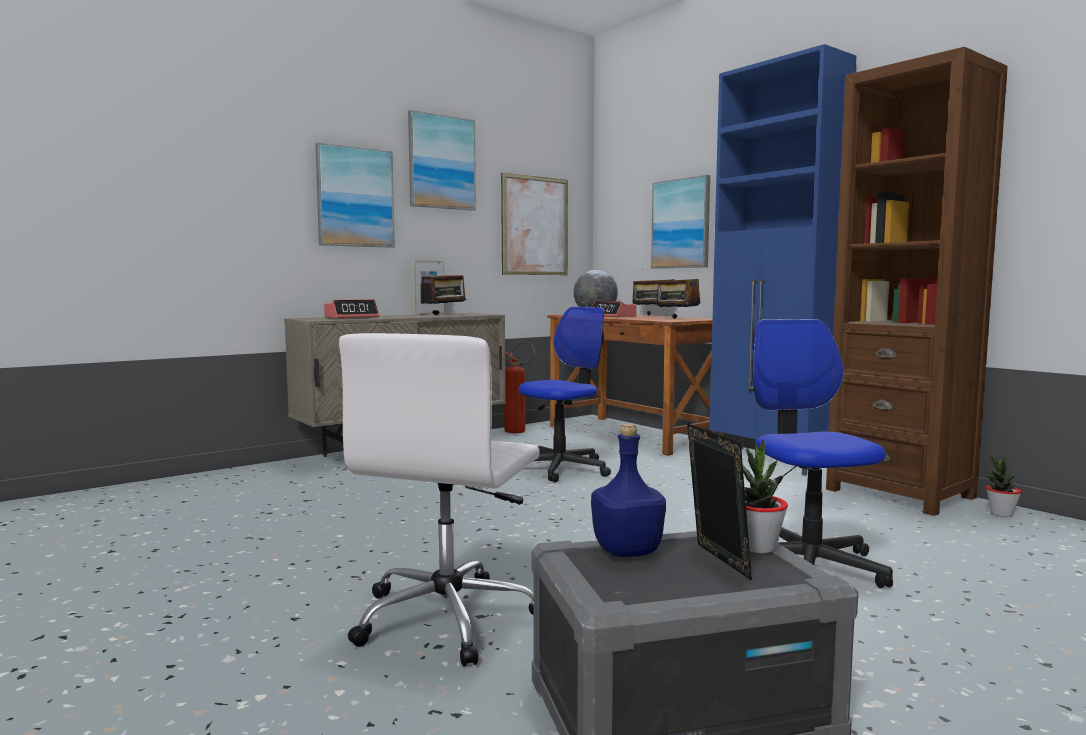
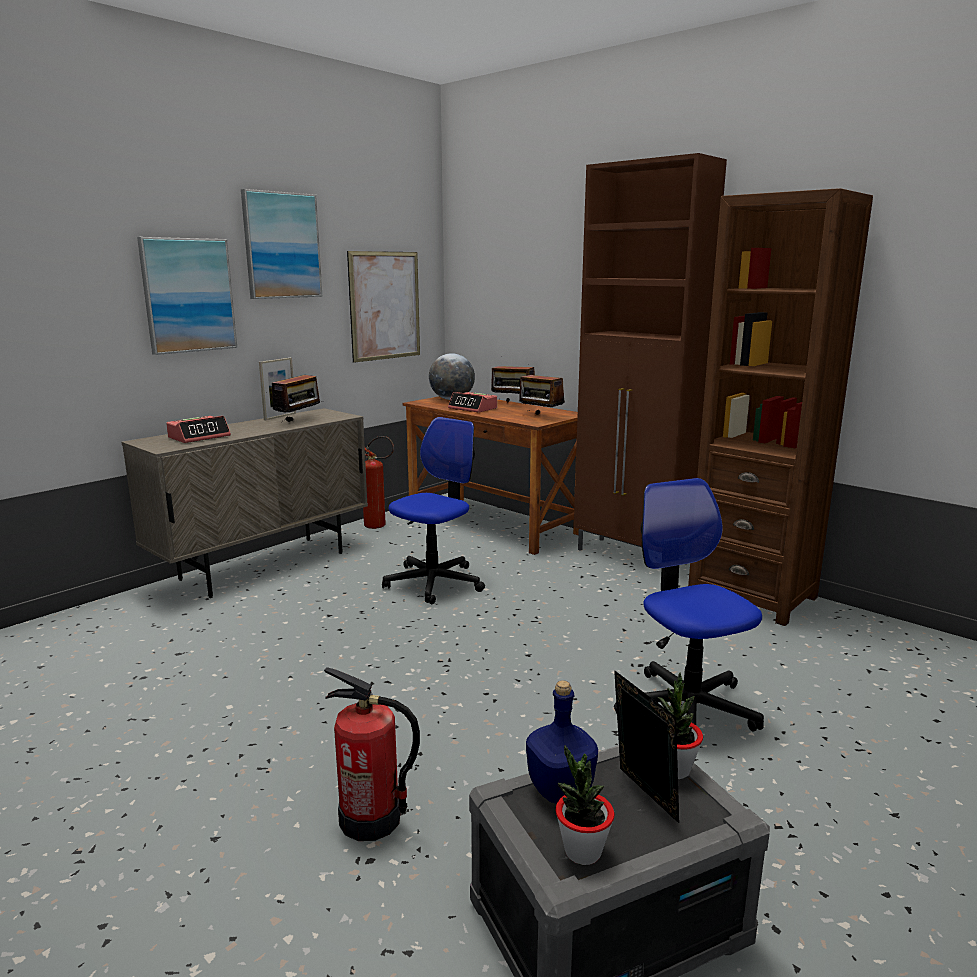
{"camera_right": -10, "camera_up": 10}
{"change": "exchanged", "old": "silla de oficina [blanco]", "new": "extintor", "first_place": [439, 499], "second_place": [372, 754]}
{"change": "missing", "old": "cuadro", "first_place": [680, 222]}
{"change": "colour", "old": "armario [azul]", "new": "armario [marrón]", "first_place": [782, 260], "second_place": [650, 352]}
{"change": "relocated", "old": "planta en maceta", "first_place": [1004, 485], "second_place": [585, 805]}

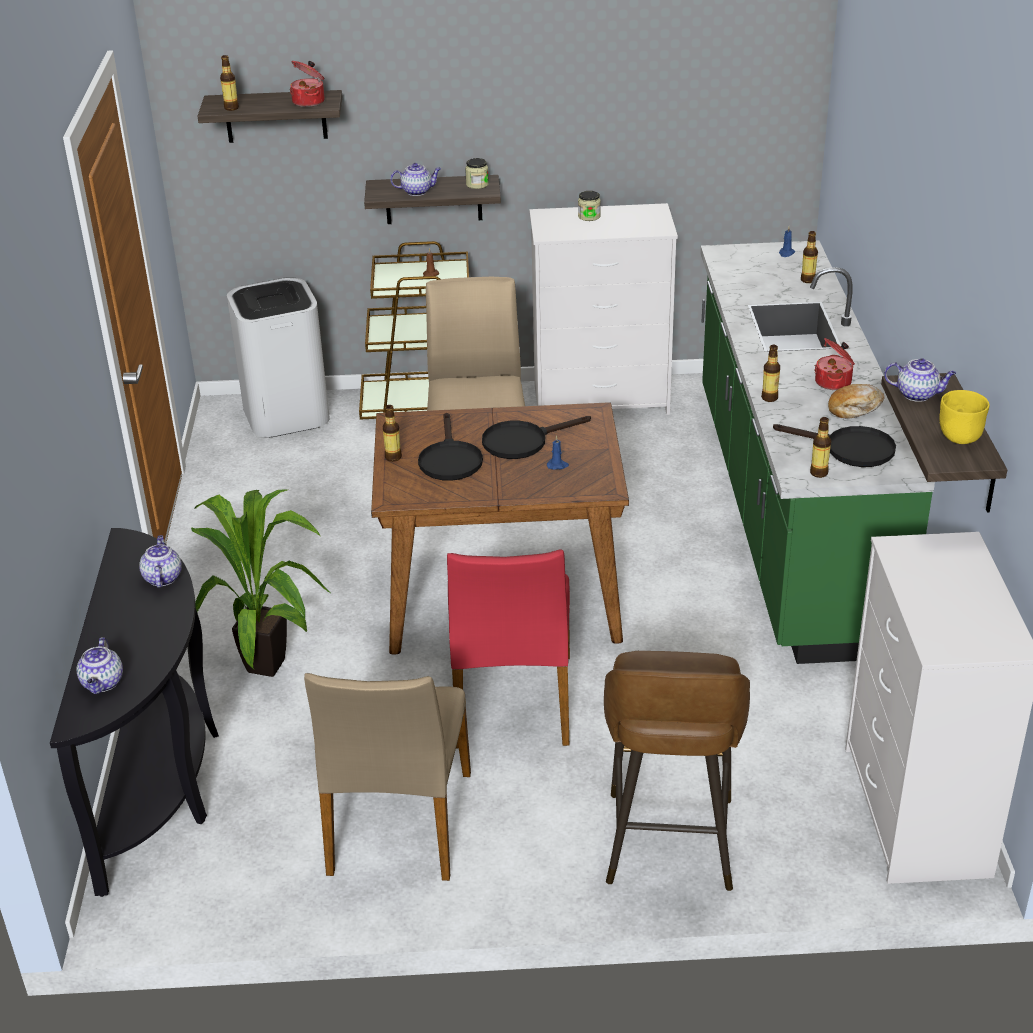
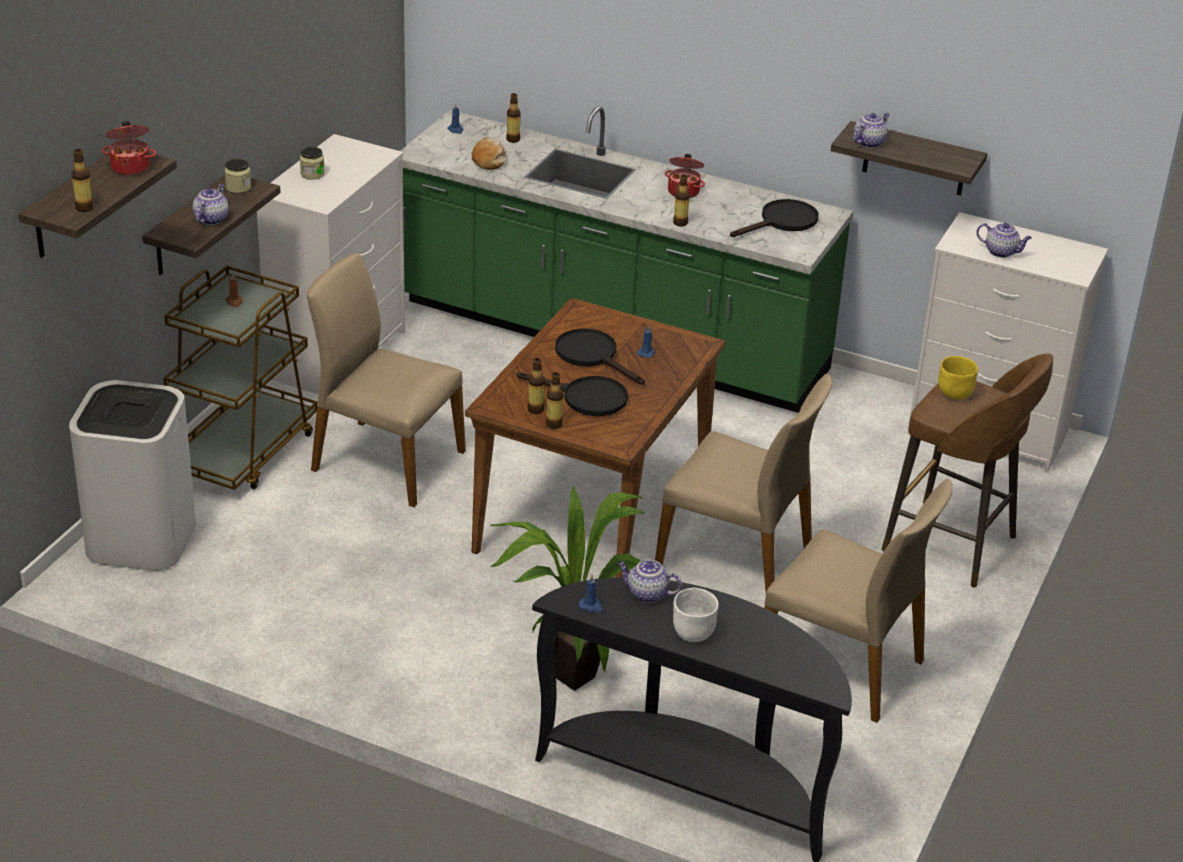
{"camera_right": -65, "camera_up": 0}
{"change": "relocated", "old": "tetera", "first_place": [100, 665], "second_place": [1004, 240]}
{"change": "colour", "old": "silla [rojo]", "new": "silla [beis]", "first_place": [508, 649], "second_place": [743, 483]}
{"change": "spun", "old": "sartén [negro]", "first_place": [536, 437], "second_place": [600, 356], "degrees": 135}
{"change": "relocated", "old": "botella", "first_place": [820, 447], "second_place": [536, 386]}
{"change": "relocated", "old": "pan", "first_place": [856, 401], "second_place": [489, 153]}
{"change": "relocated", "old": "cuenco [amarillo]", "first_place": [964, 417], "second_place": [958, 378]}
{"change": "appeared", "new": "vela [azul]", "second_place": [591, 593]}
{"change": "appeared", "new": "cuenco [blanco]", "second_place": [696, 615]}

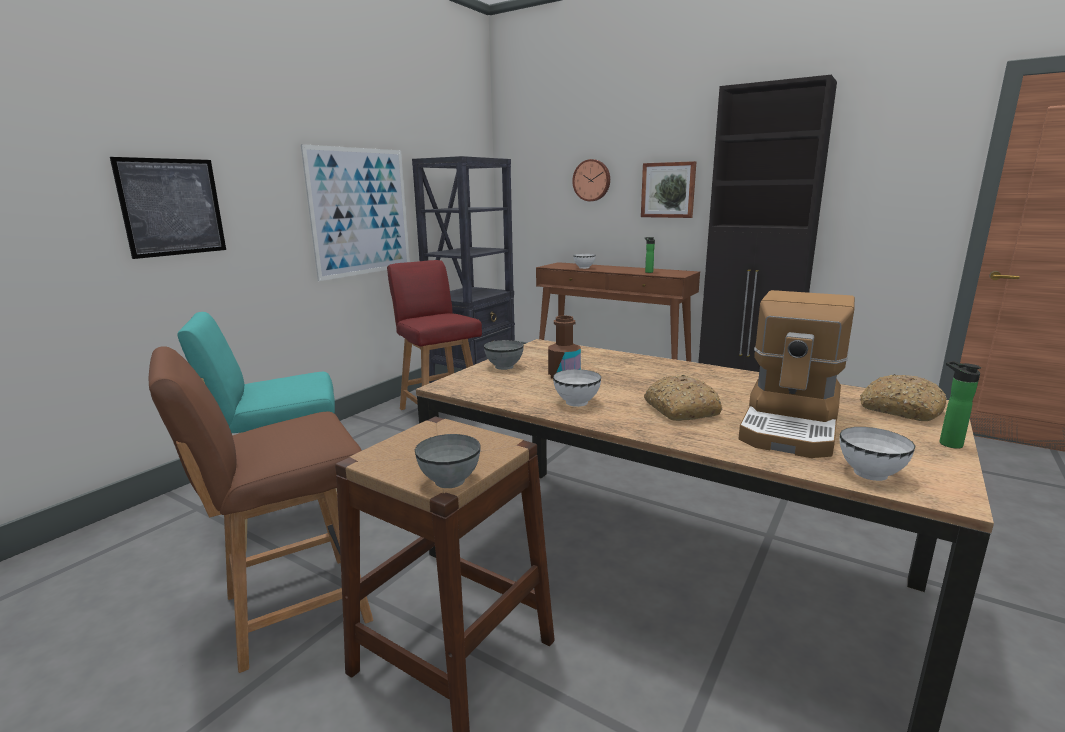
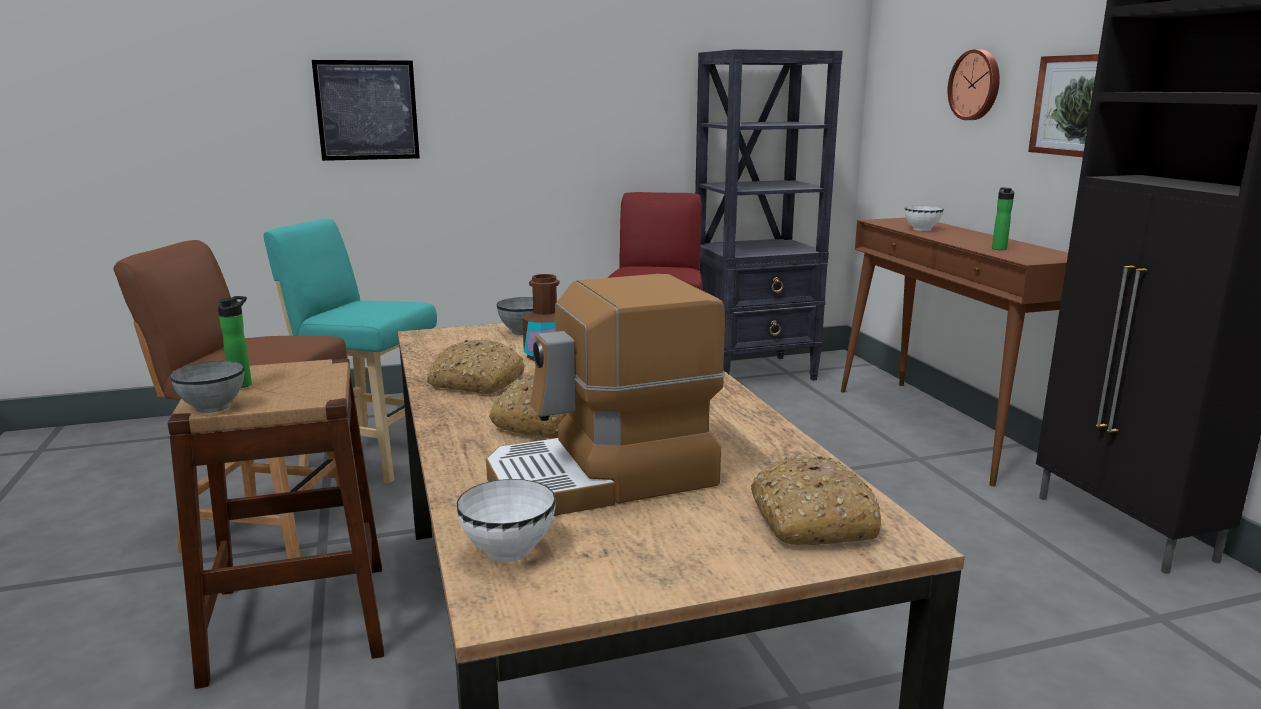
{"camera_right": 40, "camera_up": 0}
{"change": "missing", "old": "cuadro", "first_place": [355, 212]}
{"change": "exchanged", "old": "cuenco [blanco]", "new": "pan", "first_place": [577, 388], "second_place": [476, 367]}
{"change": "relocated", "old": "botella", "first_place": [960, 405], "second_place": [235, 342]}

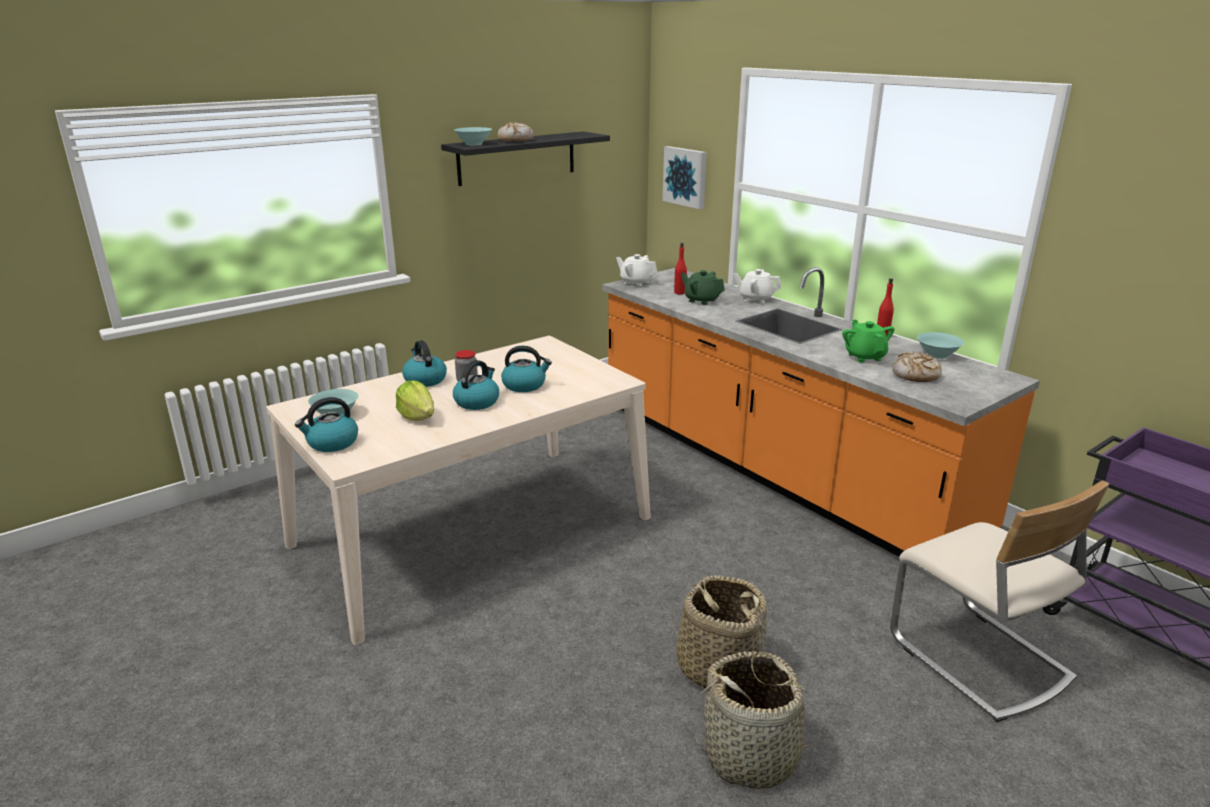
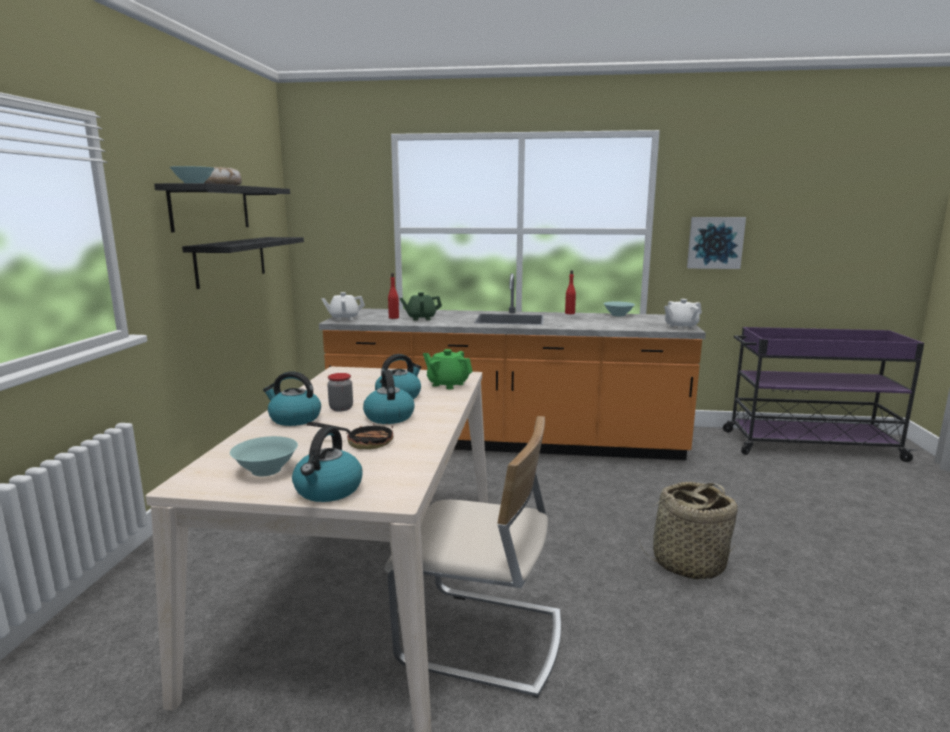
{"camera_right": -45, "camera_up": -10}
{"change": "exchanged", "old": "lechuga", "new": "sartén", "first_place": [415, 400], "second_place": [350, 435]}
{"change": "relocated", "old": "cuadro", "first_place": [685, 177], "second_place": [716, 243]}
{"change": "missing", "old": "cesta", "first_place": [760, 720]}
{"change": "relocated", "old": "tetera [blanco]", "first_place": [757, 286], "second_place": [683, 314]}
{"change": "relocated", "old": "tetera [verde]", "first_place": [868, 341], "second_place": [448, 369]}
{"change": "relocated", "old": "silla [beis]", "first_place": [999, 601], "second_place": [473, 557]}
{"change": "missing", "old": "pan", "first_place": [917, 367]}
{"change": "appeared", "new": "estante [negro]", "second_place": [243, 263]}

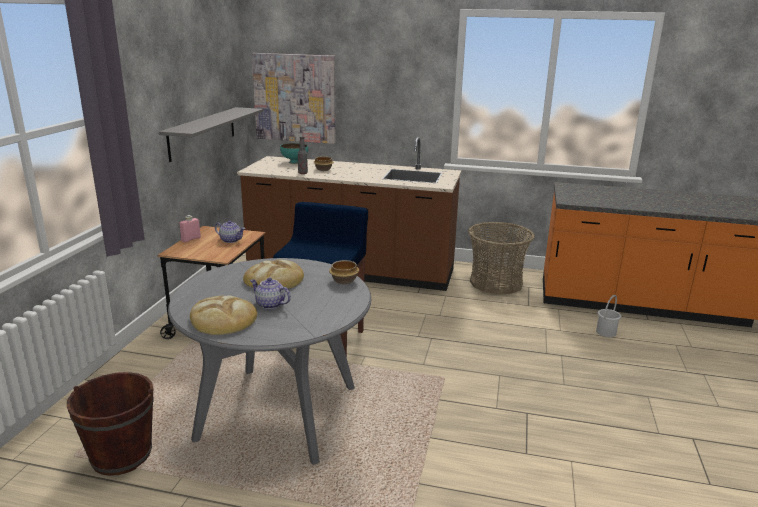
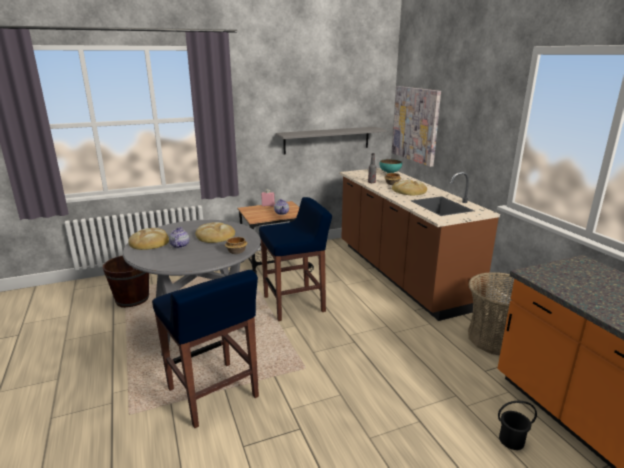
{"camera_right": 55, "camera_up": 0}
{"change": "colour", "old": "cubo [blanco]", "new": "cubo [negro]", "first_place": [608, 316], "second_place": [517, 425]}
{"change": "appeared", "new": "taburete [azul]", "second_place": [205, 349]}
{"change": "appeared", "new": "pan", "second_place": [409, 188]}

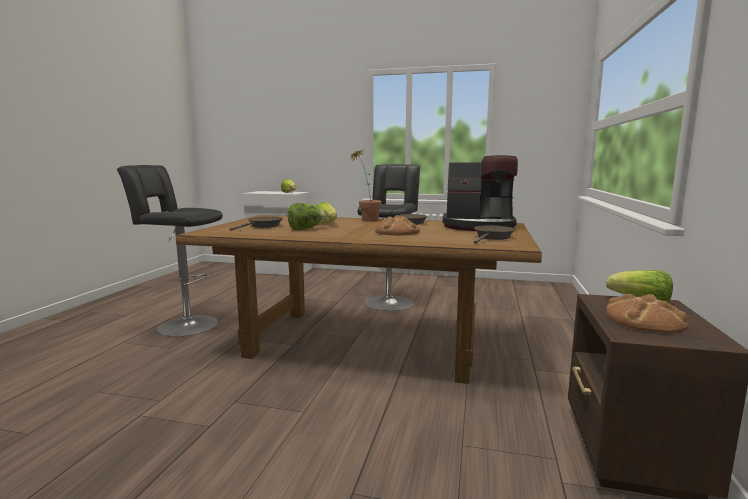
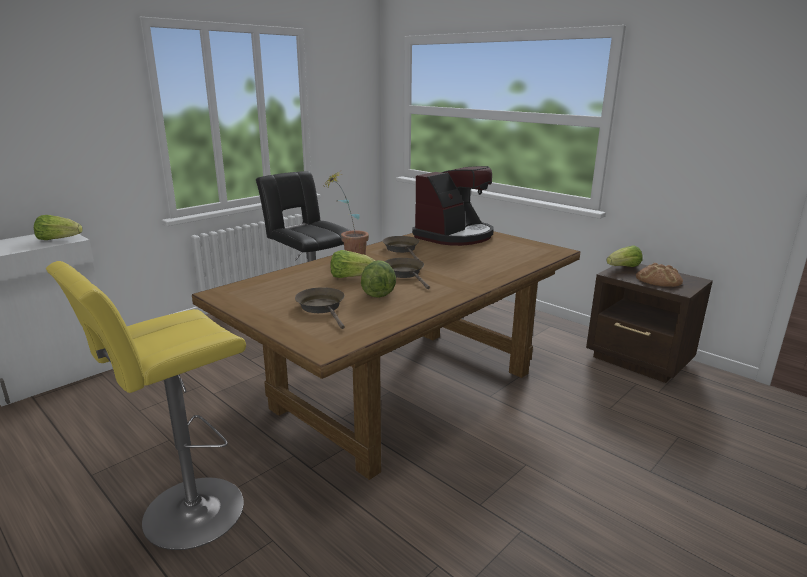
{"camera_right": -60, "camera_up": 10}
{"change": "colour", "old": "taburete [negro]", "new": "taburete [amarillo]", "first_place": [170, 251], "second_place": [146, 405]}
{"change": "missing", "old": "pan", "first_place": [397, 225]}
{"change": "relocated", "old": "sartén [marrón]", "first_place": [495, 235], "second_place": [407, 273]}

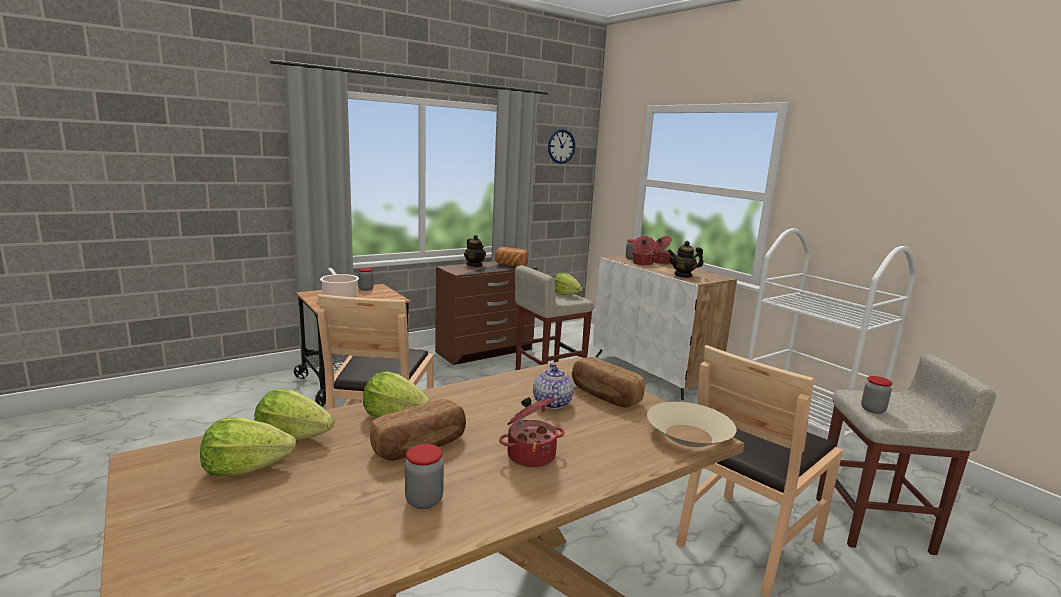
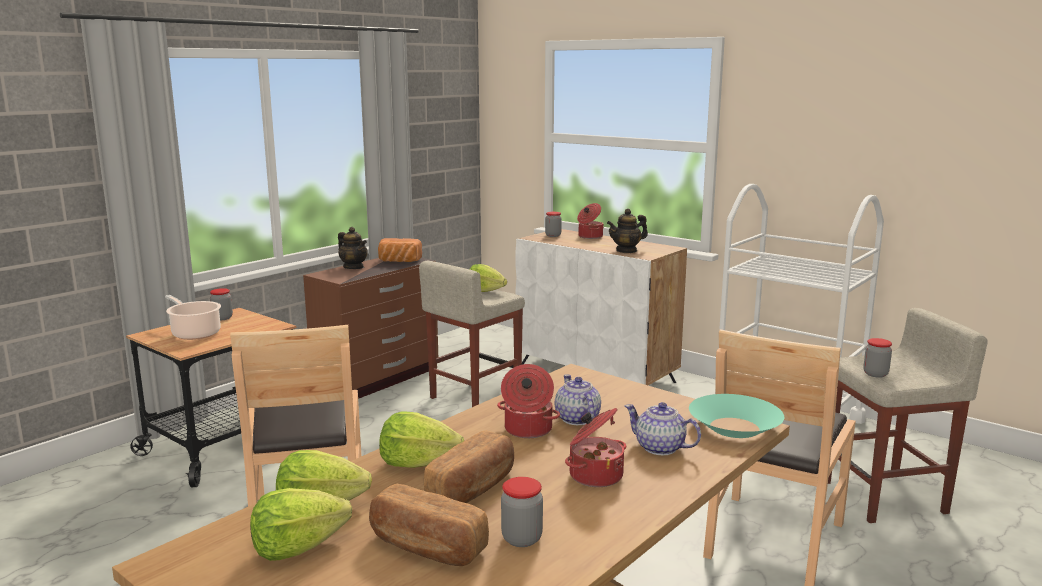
{"camera_right": -15, "camera_up": 0}
{"change": "missing", "old": "reloj de pared", "first_place": [561, 146]}
{"change": "relocated", "old": "pan", "first_place": [608, 382], "second_place": [429, 525]}
{"change": "relocated", "old": "olla", "first_place": [644, 251], "second_place": [528, 401]}
{"change": "colour", "old": "cuenco [beis]", "new": "cuenco [turquesa]", "first_place": [691, 424], "second_place": [736, 416]}
{"change": "appeared", "new": "tetera", "second_place": [662, 428]}

